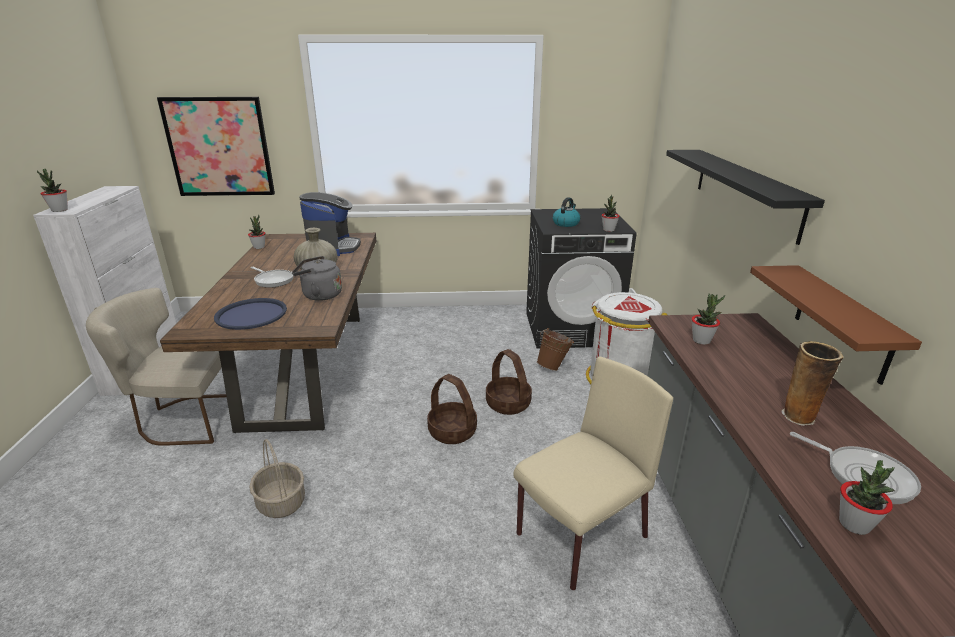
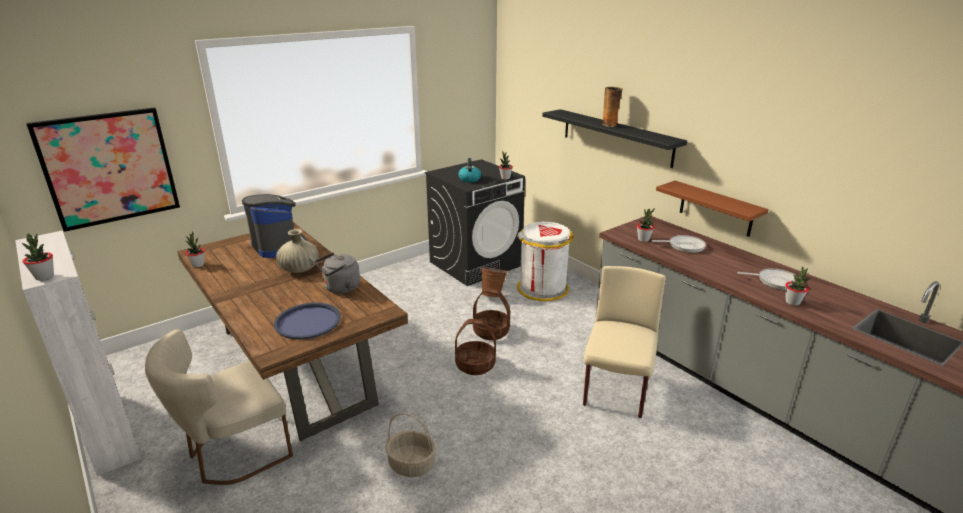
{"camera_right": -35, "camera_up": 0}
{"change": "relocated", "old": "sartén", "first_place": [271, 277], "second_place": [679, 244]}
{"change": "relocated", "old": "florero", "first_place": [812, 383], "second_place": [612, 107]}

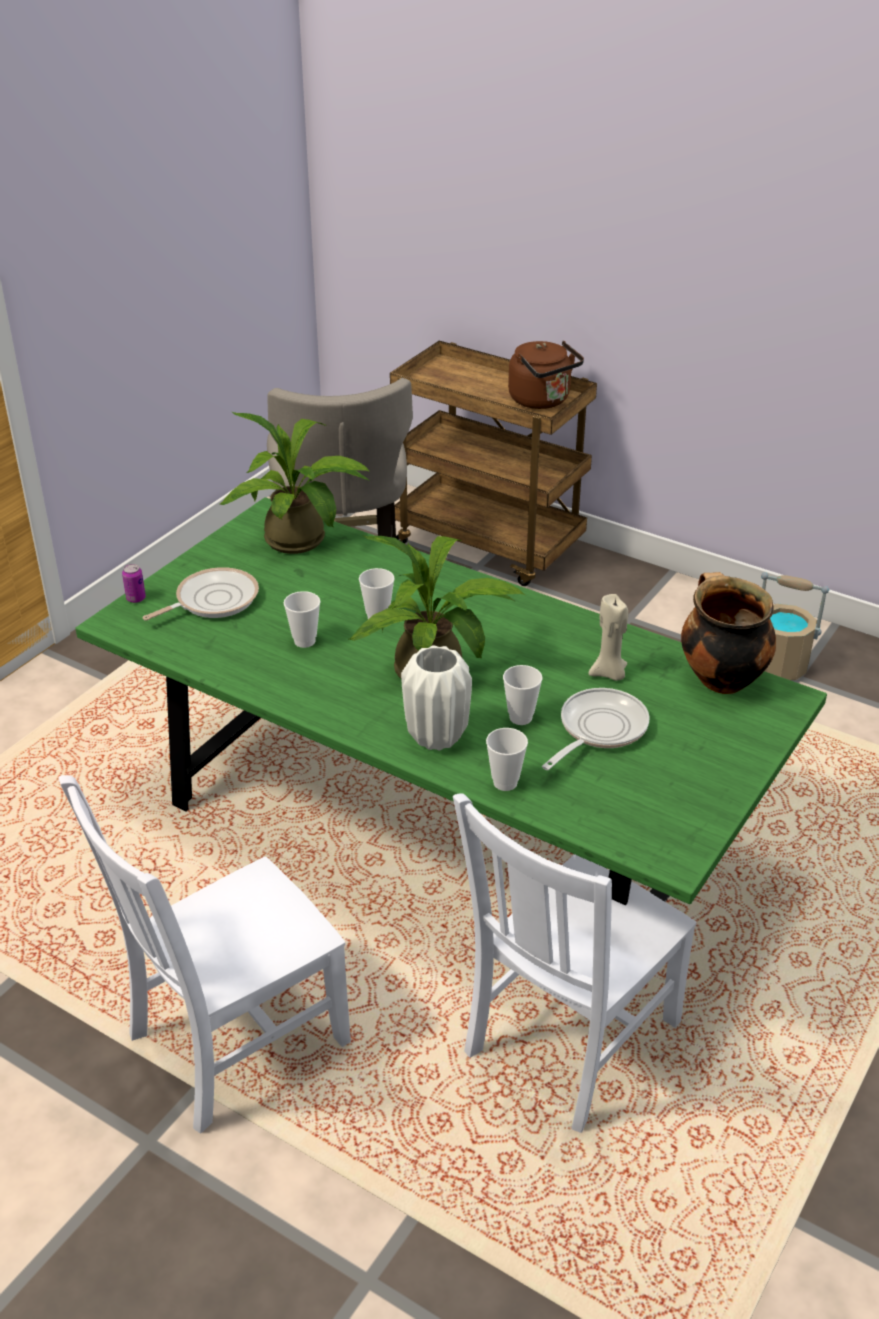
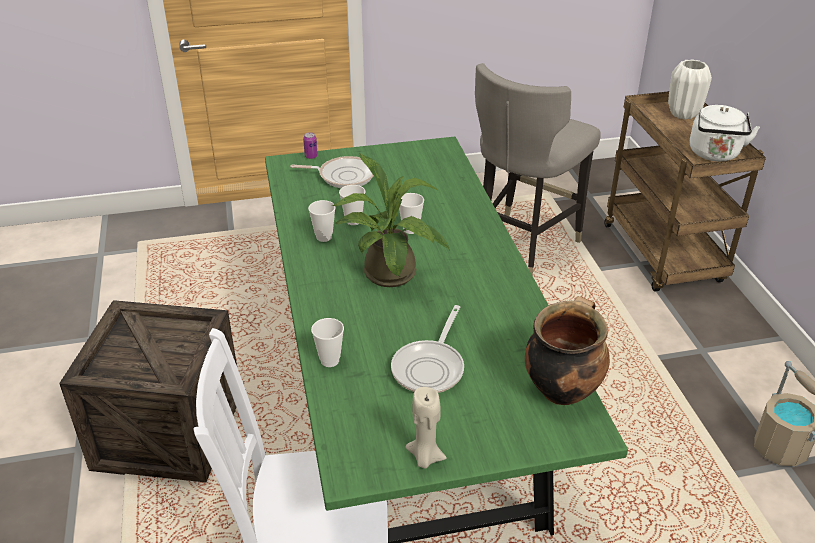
{"camera_right": 45, "camera_up": 0}
{"change": "exchanged", "old": "silla [blanco]", "new": "caja de embalaje", "first_place": [205, 954], "second_place": [148, 391]}
{"change": "missing", "old": "planta en maceta", "first_place": [295, 483]}
{"change": "relocated", "old": "florero [blanco]", "first_place": [436, 698], "second_place": [690, 89]}
{"change": "relocated", "old": "taza", "first_place": [522, 695], "second_place": [322, 221]}
{"change": "colour", "old": "hervidor [marrón]", "new": "hervidor [blanco]", "first_place": [546, 375], "second_place": [725, 133]}
{"change": "spun", "old": "sartén", "first_place": [596, 729], "second_place": [427, 349], "degrees": 120}
{"change": "relocated", "old": "vela [beis]", "first_place": [608, 637], "second_place": [426, 428]}

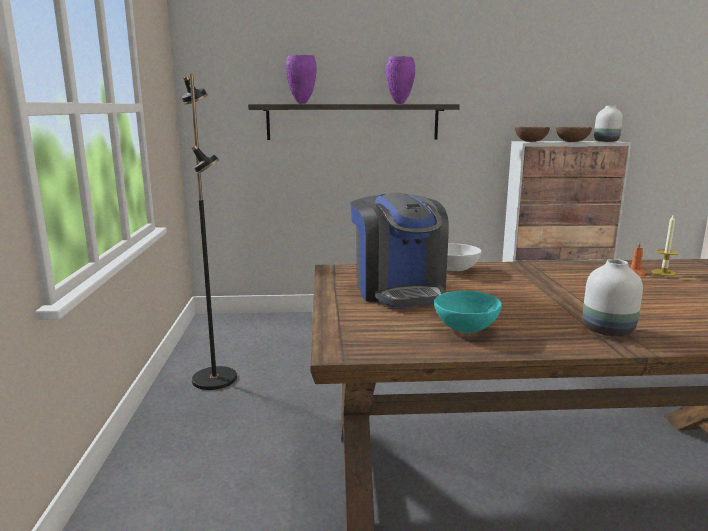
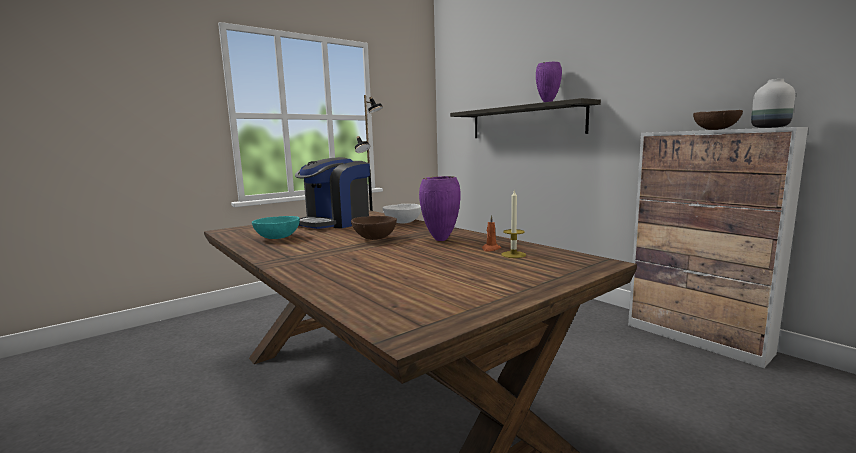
{"camera_right": 55, "camera_up": -5}
{"change": "relocated", "old": "florero [morado]", "first_place": [301, 79], "second_place": [440, 208]}
{"change": "relocated", "old": "cuenco [marrón]", "first_place": [532, 134], "second_place": [374, 228]}
{"change": "missing", "old": "florero [blanco]", "first_place": [613, 297]}

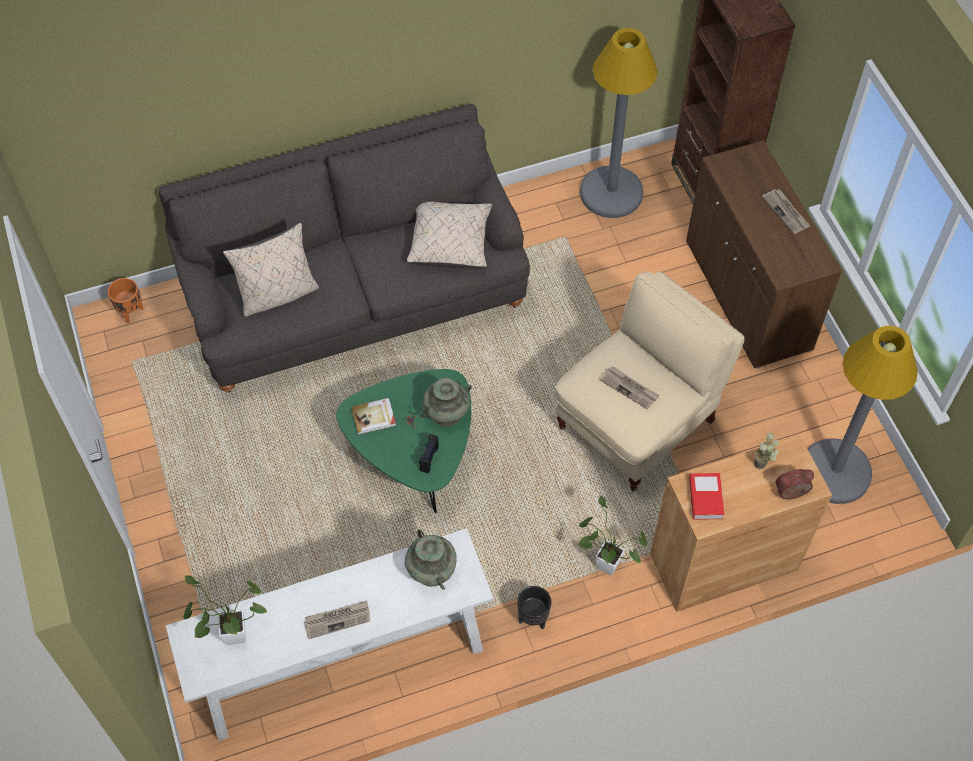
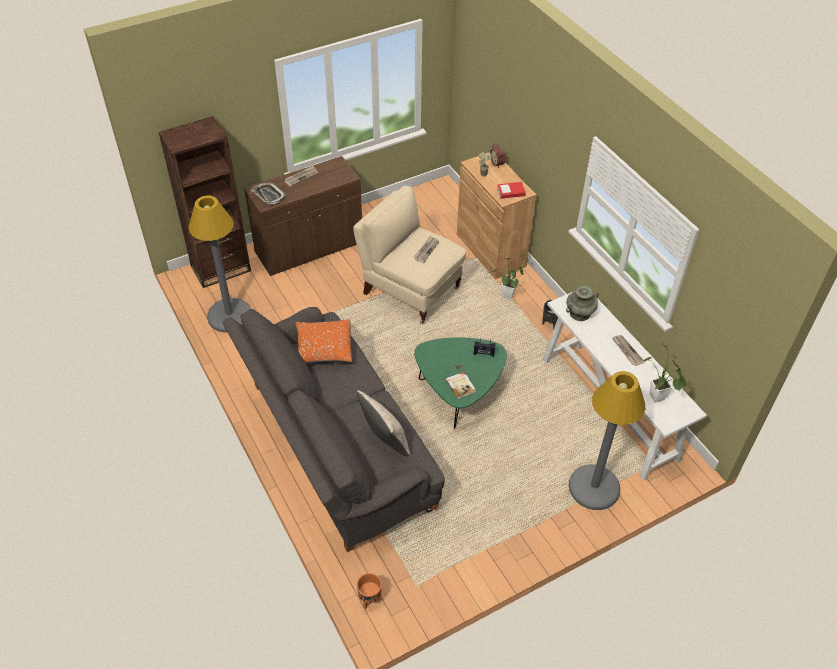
{"camera_right": -100, "camera_up": -10}
{"change": "colour", "old": "cojín [beis]", "new": "cojín [naranja]", "first_place": [449, 235], "second_place": [323, 341]}
{"change": "missing", "old": "florero [turquesa]", "first_place": [446, 402]}
{"change": "relocated", "old": "lámpara de pie [gris]", "first_place": [863, 414], "second_place": [607, 440]}
{"change": "appeared", "new": "bandeja", "second_place": [268, 193]}

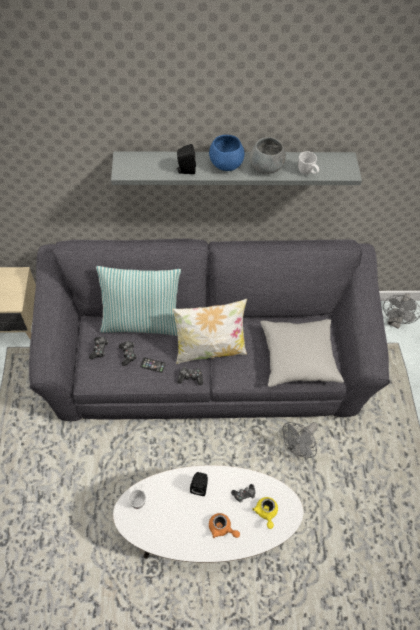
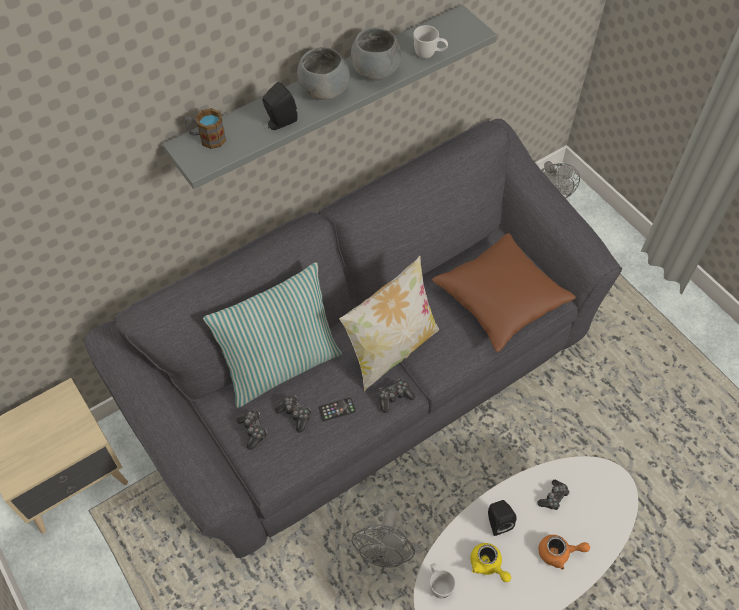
{"camera_right": -30, "camera_up": 0}
{"change": "colour", "old": "cuenco [azul]", "new": "cuenco [gris]", "first_place": [227, 153], "second_place": [323, 73]}
{"change": "relocated", "old": "tetera [amarillo]", "first_place": [265, 513], "second_place": [490, 562]}
{"change": "colour", "old": "cojín [gris]", "new": "cojín [marrón]", "first_place": [302, 353], "second_place": [504, 292]}
{"change": "relocated", "old": "ventilador [gris]", "first_place": [300, 440], "second_place": [383, 537]}
{"change": "appeared", "new": "taza grande", "second_place": [205, 128]}

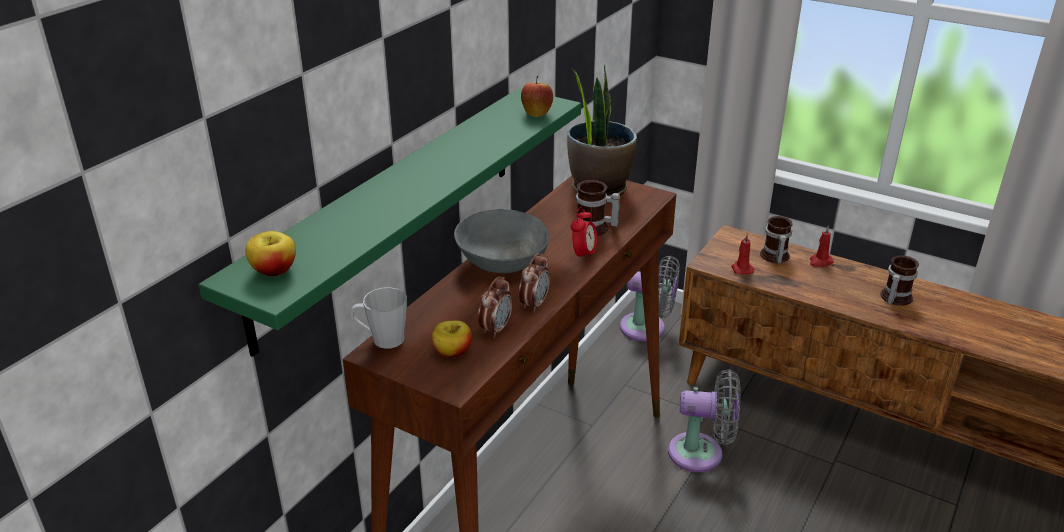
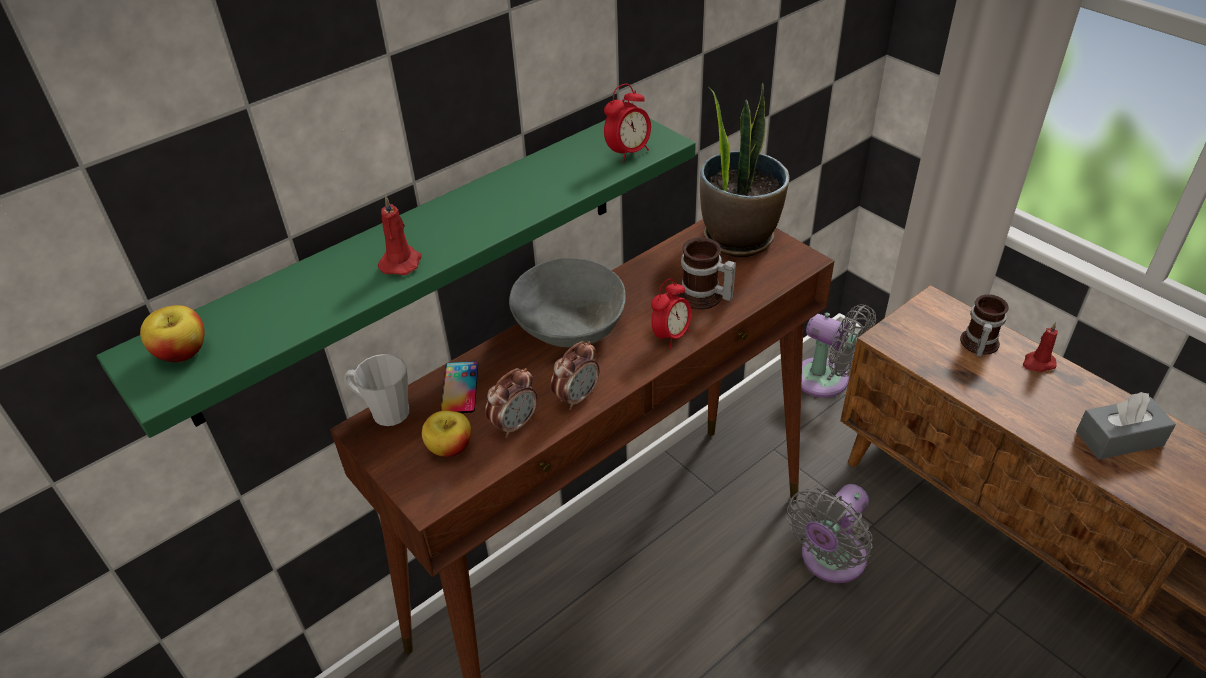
{"camera_right": 20, "camera_up": 10}
{"change": "exchanged", "old": "manzana", "new": "despertador", "first_place": [537, 96], "second_place": [627, 123]}
{"change": "spun", "old": "ventilador [gris]", "first_place": [704, 420], "second_place": [830, 533], "degrees": 105}
{"change": "relocated", "old": "vela [rojo]", "first_place": [743, 254], "second_place": [399, 235]}
{"change": "exchanged", "old": "taza grande", "new": "caja de pañuelos [gris]", "first_place": [899, 280], "second_place": [1126, 426]}
{"change": "appeared", "new": "móvil", "second_place": [459, 387]}

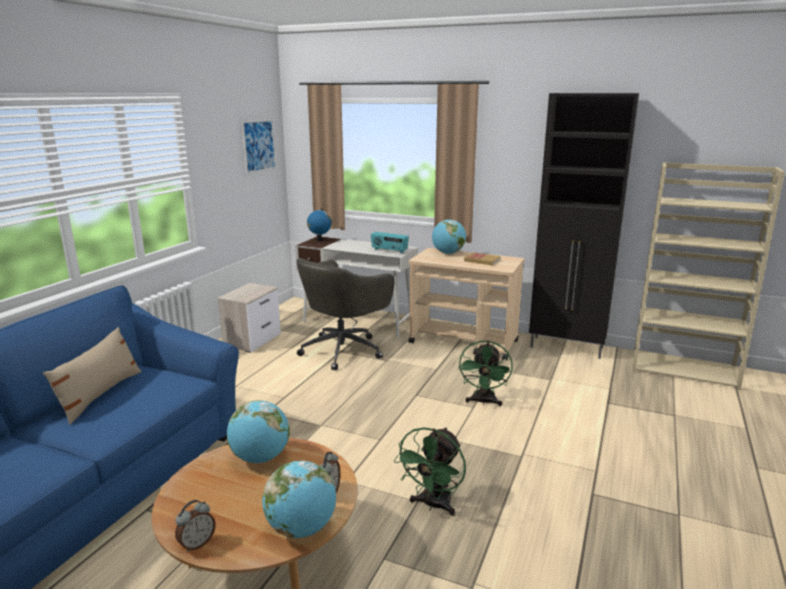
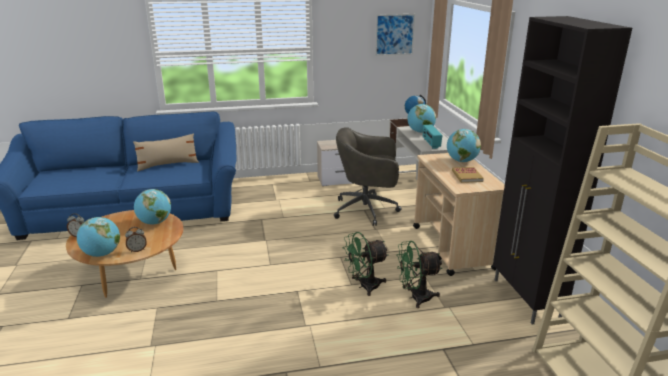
{"camera_right": 55, "camera_up": 5}
{"change": "relocated", "old": "ventilador [verde]", "first_place": [430, 471], "second_place": [419, 274]}
{"change": "appeared", "new": "globo terráqueo", "second_place": [421, 118]}

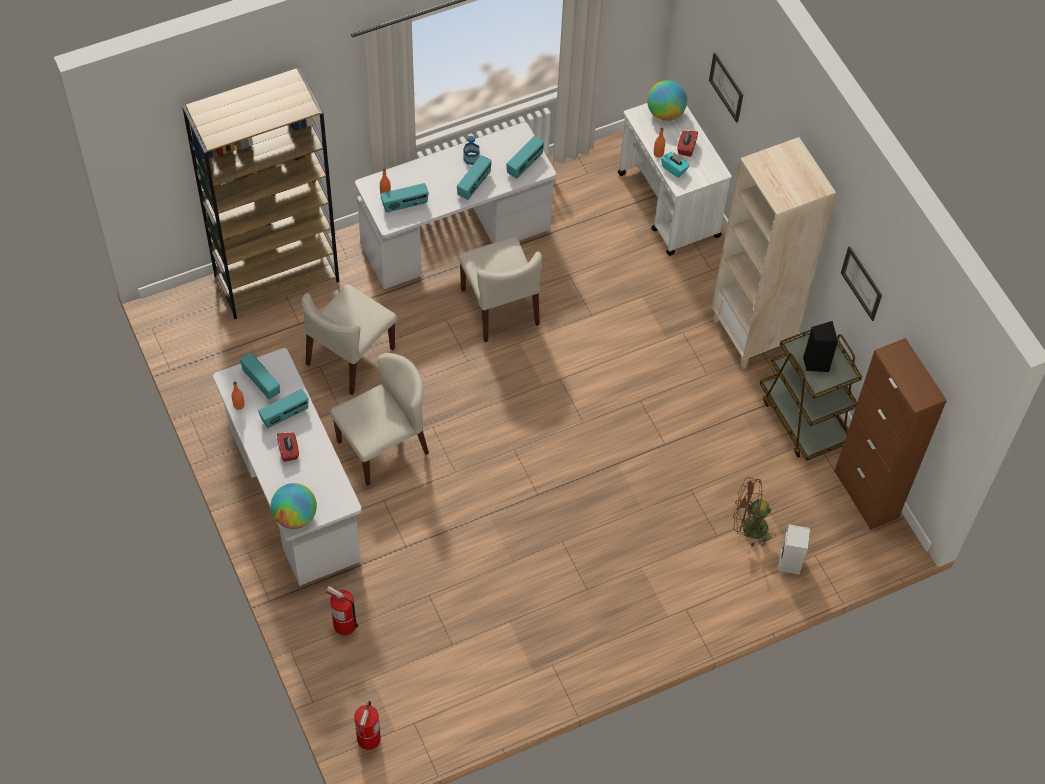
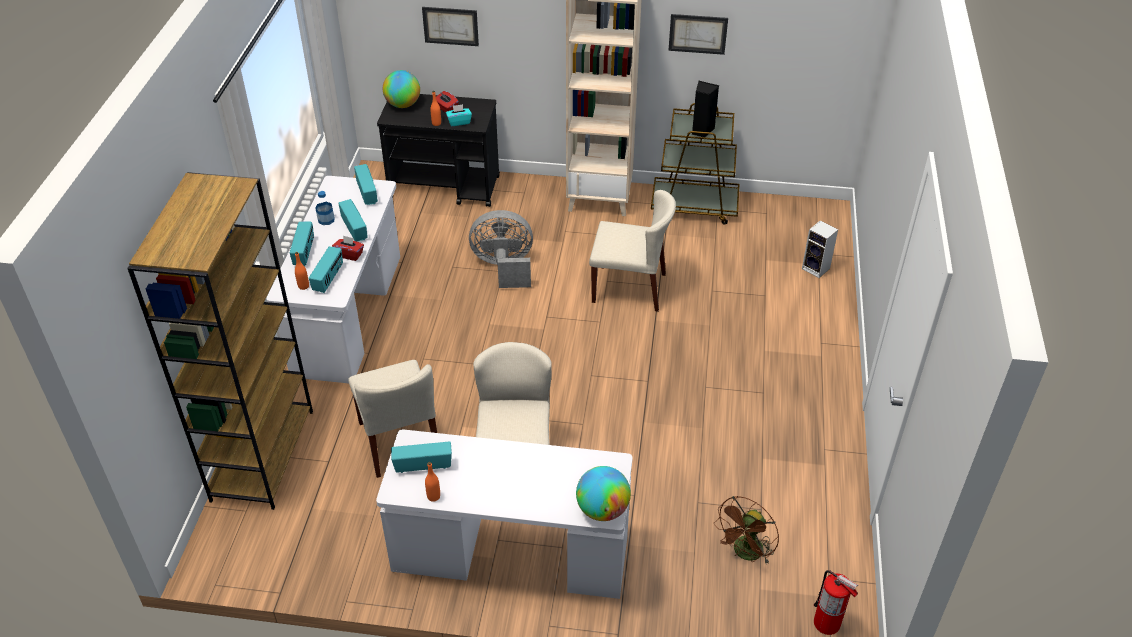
{"camera_right": -55, "camera_up": -15}
{"change": "relocated", "old": "radio", "first_place": [283, 408], "second_place": [302, 243]}
{"change": "relocated", "old": "caja de pañuelos [rojo]", "first_place": [288, 447], "second_place": [348, 248]}
{"change": "missing", "old": "extintor", "first_place": [342, 610]}
{"change": "relocated", "old": "silla [beis]", "first_place": [500, 289], "second_place": [632, 251]}
{"change": "colour", "old": "carrito [blanco]", "new": "carrito [negro]", "first_place": [675, 179], "second_place": [438, 150]}
{"change": "relocated", "old": "ventilador [marrón]", "first_place": [754, 512], "second_place": [746, 530]}
{"change": "missing", "old": "armario [marrón]", "first_place": [890, 434]}
{"change": "appeared", "new": "ventilador [gris]", "second_place": [501, 249]}

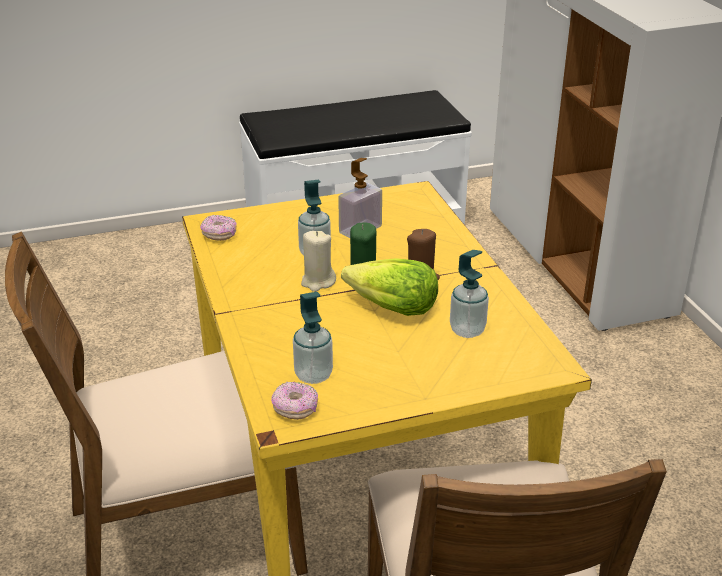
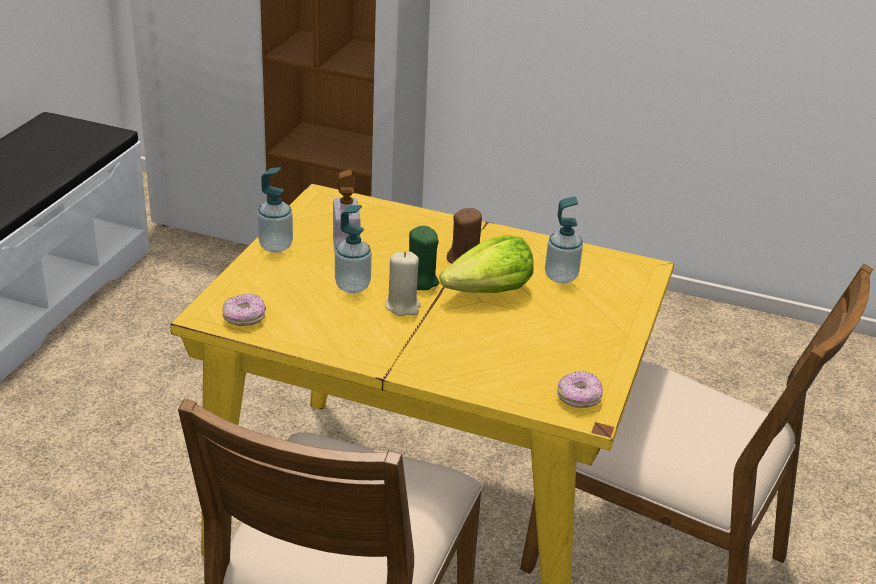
{"camera_right": -55, "camera_up": 0}
{"change": "relocated", "old": "dispensador de jabón", "first_place": [313, 338], "second_place": [275, 210]}

